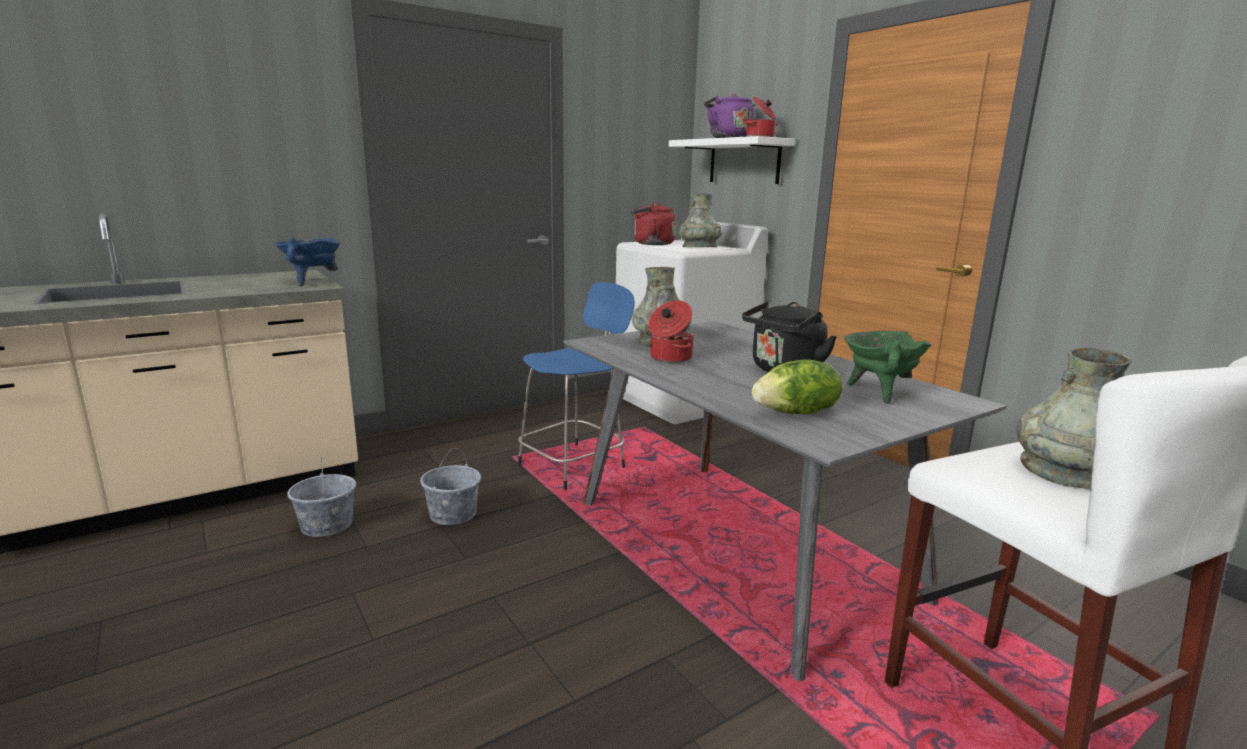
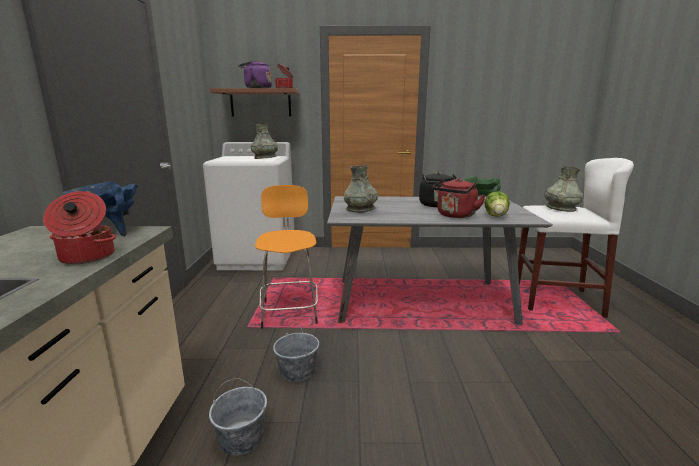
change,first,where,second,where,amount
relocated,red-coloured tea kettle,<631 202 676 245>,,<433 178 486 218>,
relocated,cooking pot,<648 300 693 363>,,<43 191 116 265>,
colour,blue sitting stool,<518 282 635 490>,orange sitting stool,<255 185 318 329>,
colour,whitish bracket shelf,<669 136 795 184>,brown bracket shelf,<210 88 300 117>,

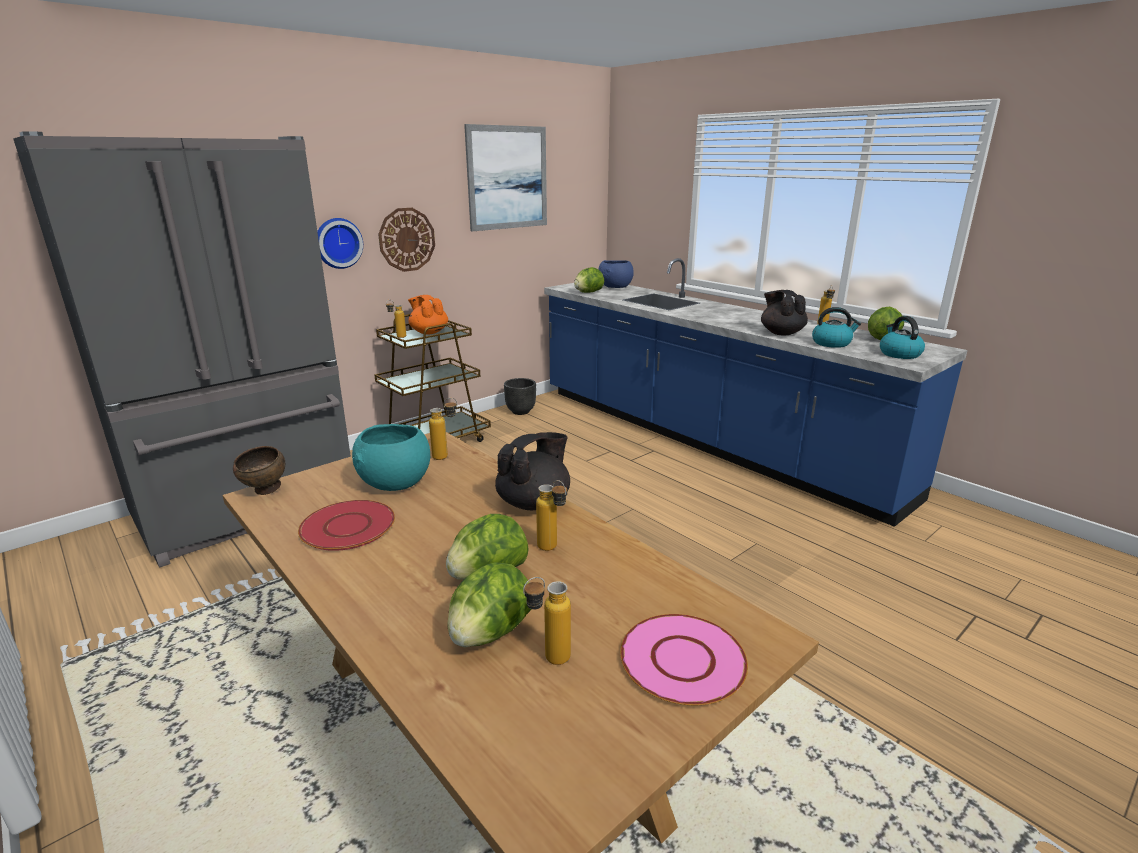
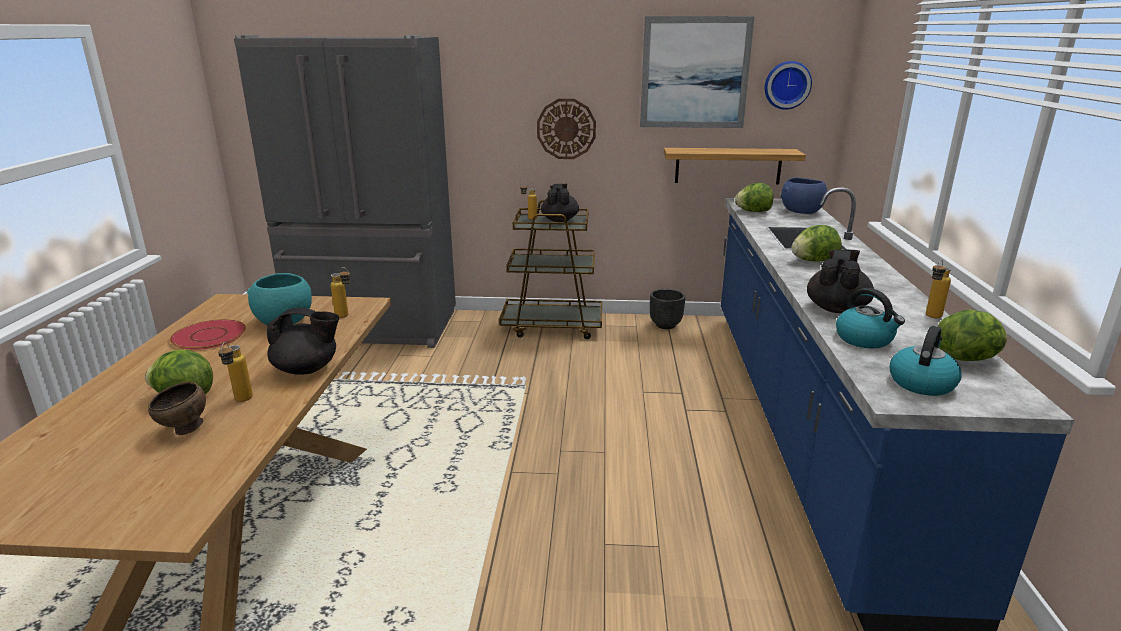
change,first,where,second,where,amount
missing,drink bottle,<523 577 571 665>,,,
missing,pink flat dish,<620 614 748 705>,,,
appeared,,,bracket shelf,<664 148 806 184>,
relocated,brown deep dish,<233 446 285 495>,,<148 382 206 435>,
relocated,hanging clock,<317 218 363 269>,,<765 61 812 110>,
relocated,lettuce,<447 562 532 648>,,<791 225 842 262>,
colour,orange tea pot,<408 295 448 334>,black tea pot,<541 184 579 222>,

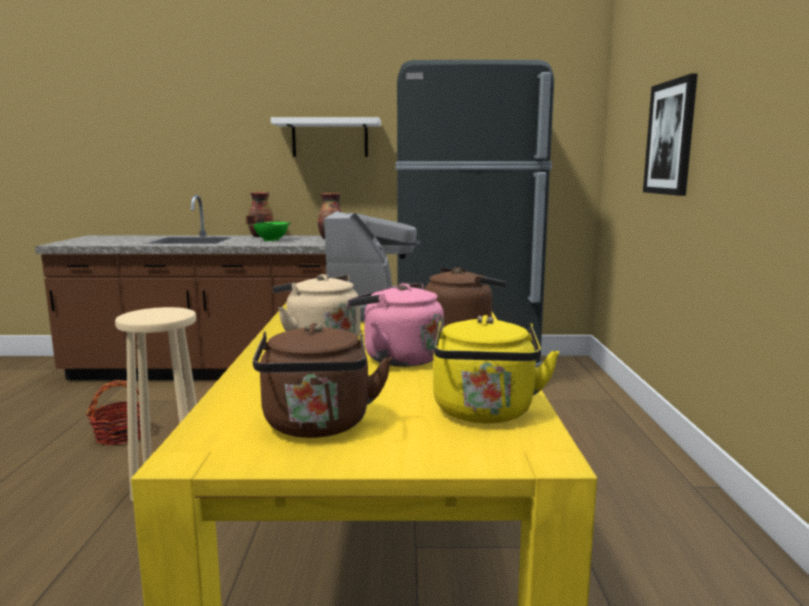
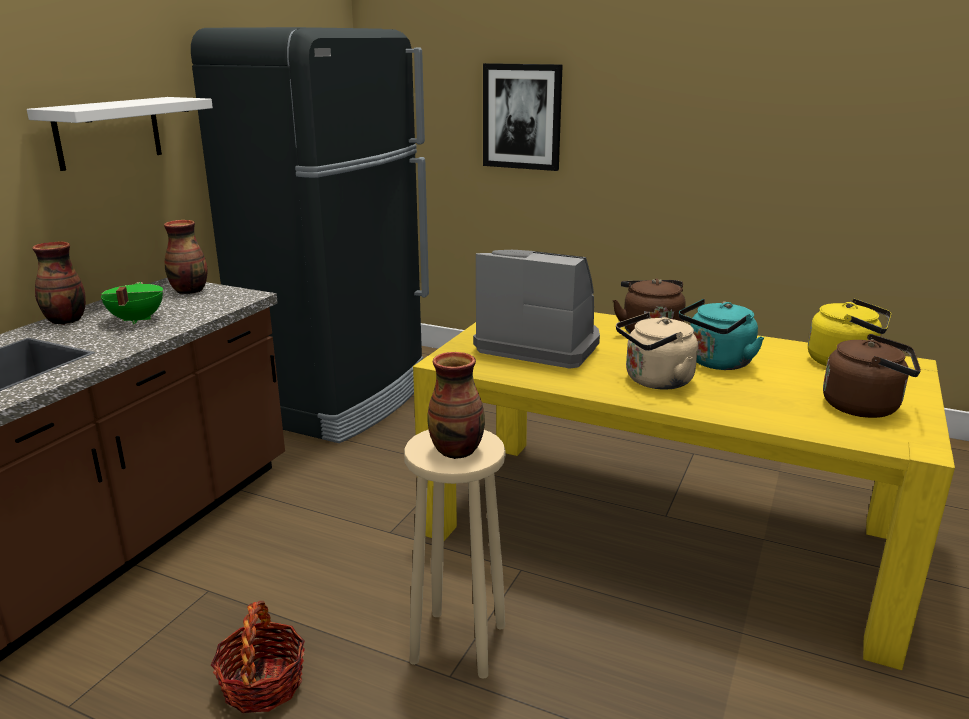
change,first,where,second,where,amount
appeared,,,decorative vase,<427 352 485 459>,
colour,pink tea kettle,<348 283 444 367>,turquoise tea kettle,<679 299 764 370>,

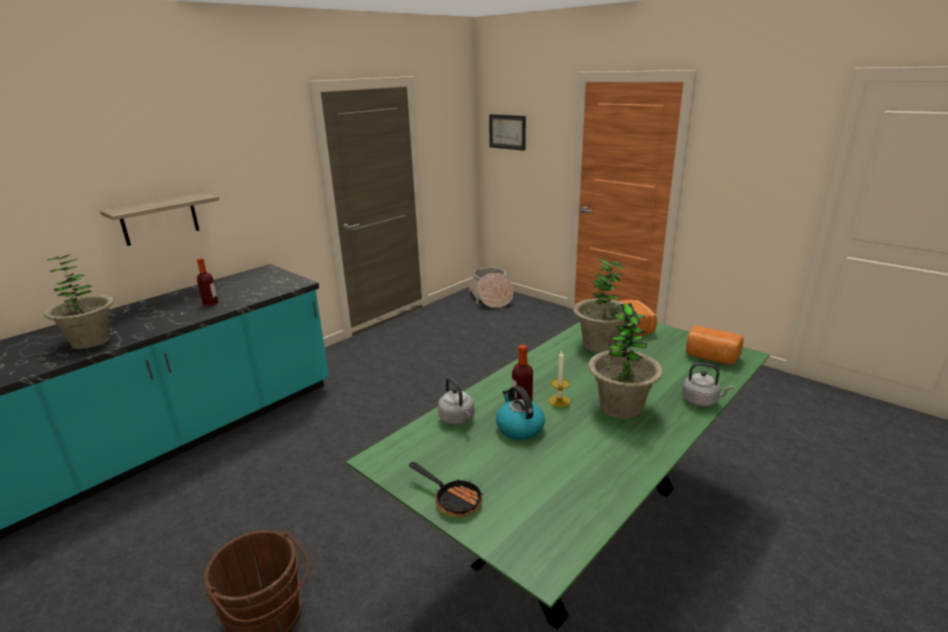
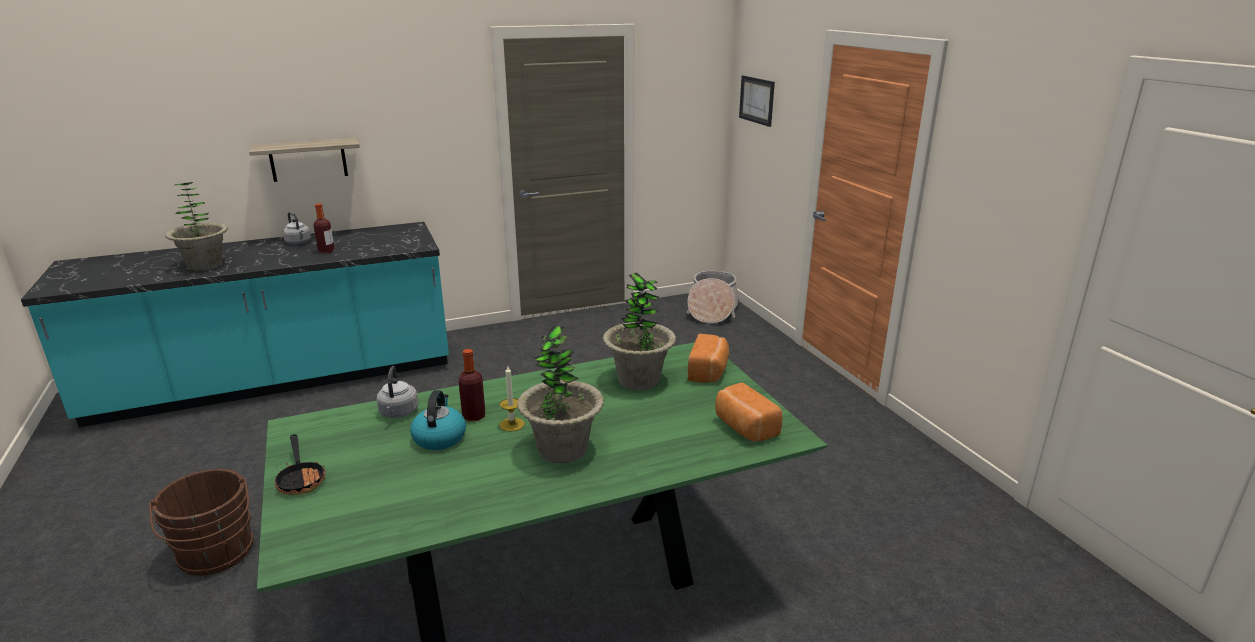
change,first,where,second,where,amount
relocated,grey tea kettle,<682 363 733 407>,,<283 212 311 244>,

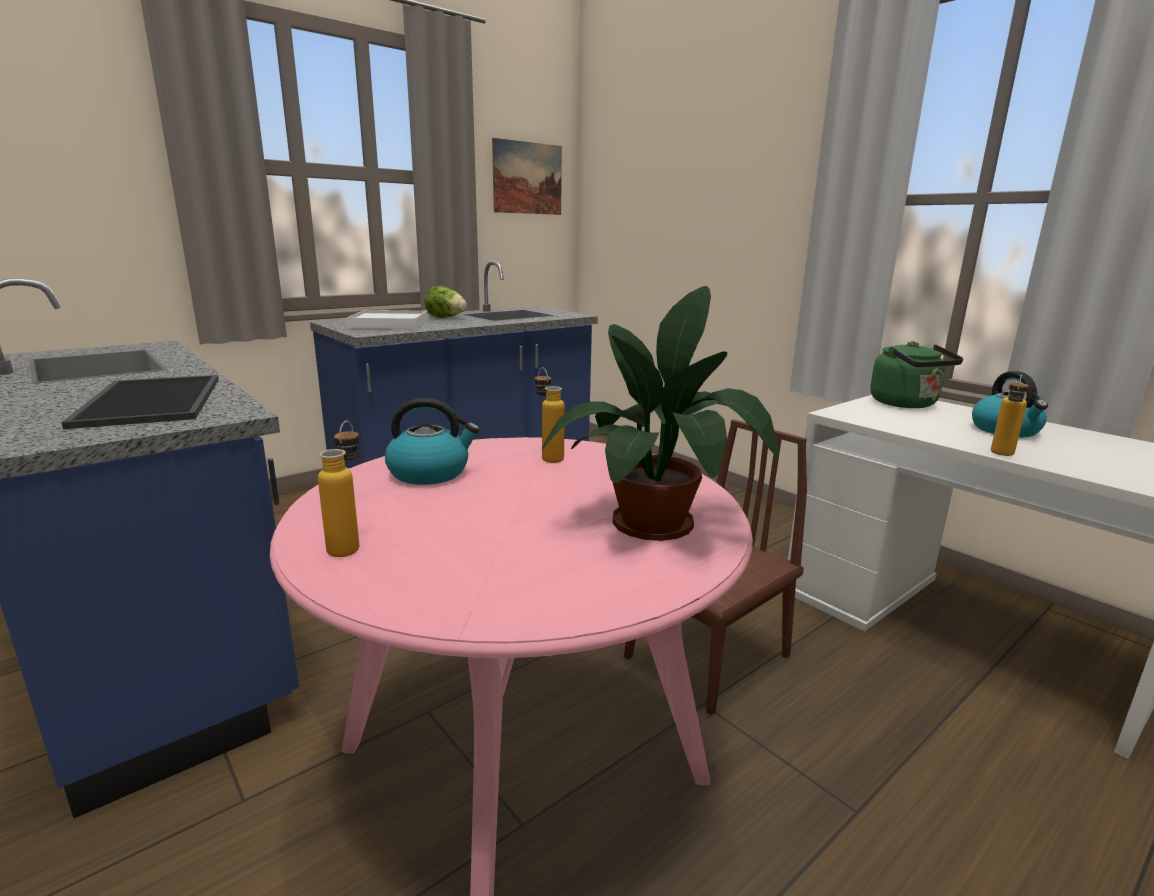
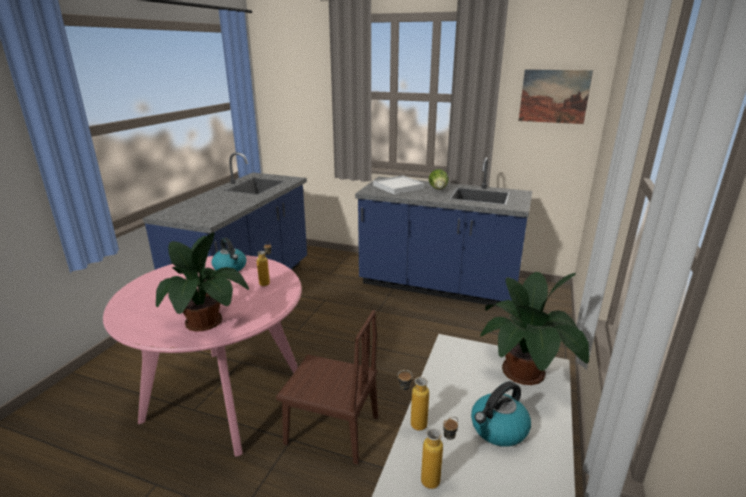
change,first,where,second,where,amount
missing,serving tray,<61 375 219 429>,,,
relocated,drink bottle,<318 420 360 557>,,<421 417 458 489>,
exchanged,greenish tea kettle,<870 341 963 408>,houseplant,<480 272 589 385>,

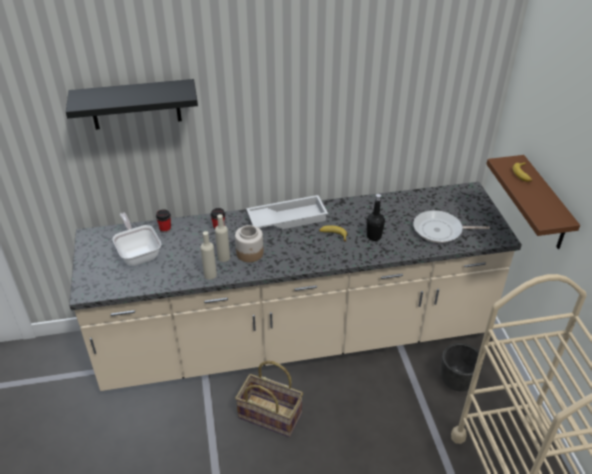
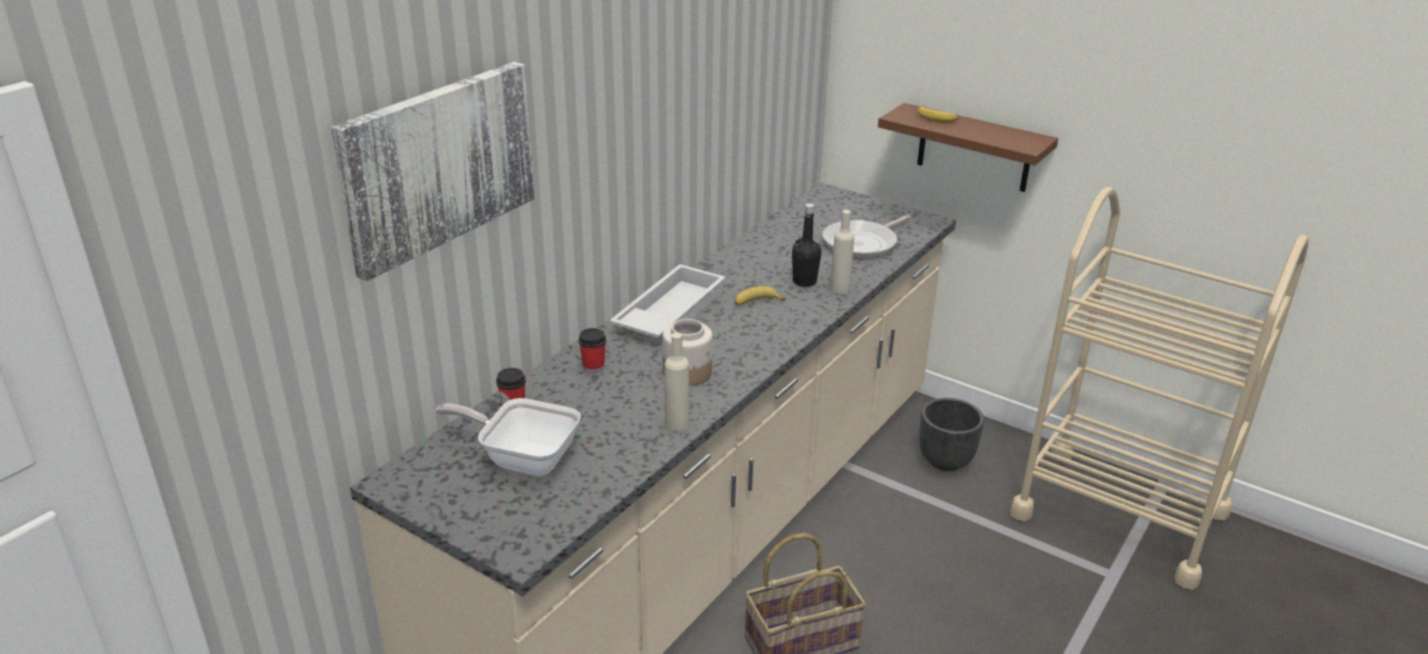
change,first,where,second,where,amount
relocated,beige drink bottle,<215 214 230 262>,,<830 210 854 293>,
exchanged,black bracket shelf,<66 79 198 130>,wall picture,<331 62 535 281>,

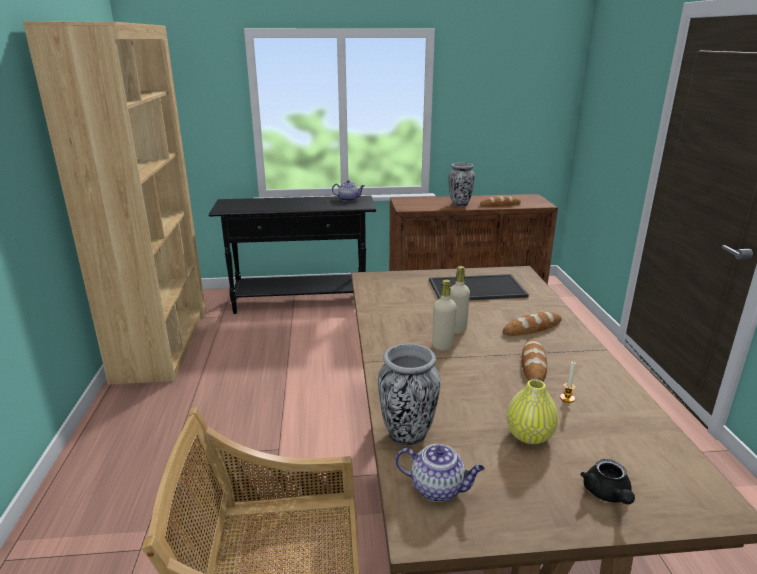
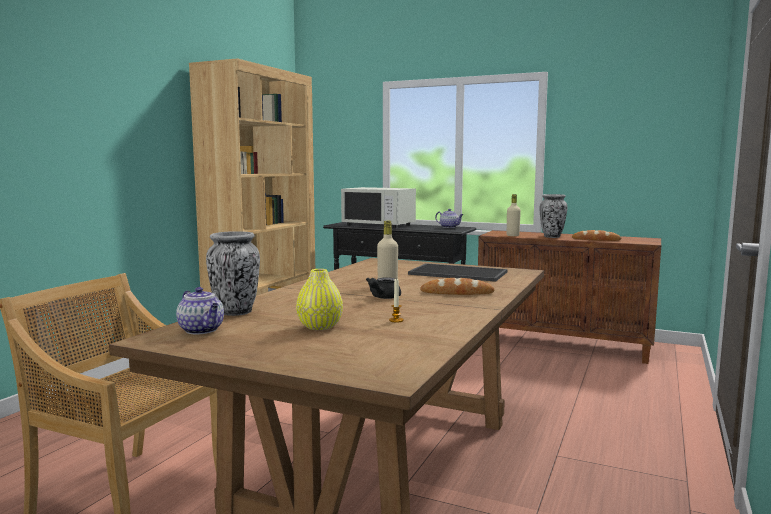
change,first,where,second,where,amount
missing,bakery bread,<522 339 547 382>,,,
appeared,,,whitish microwave oven,<341 187 416 228>,
relocated,beige drink bottle,<432 280 457 351>,,<507 194 521 236>,
relocated,black tea pot,<581 459 635 505>,,<366 277 401 299>,

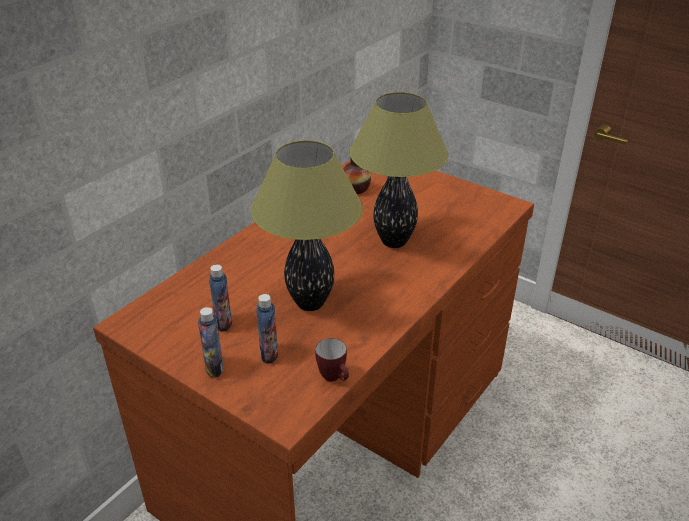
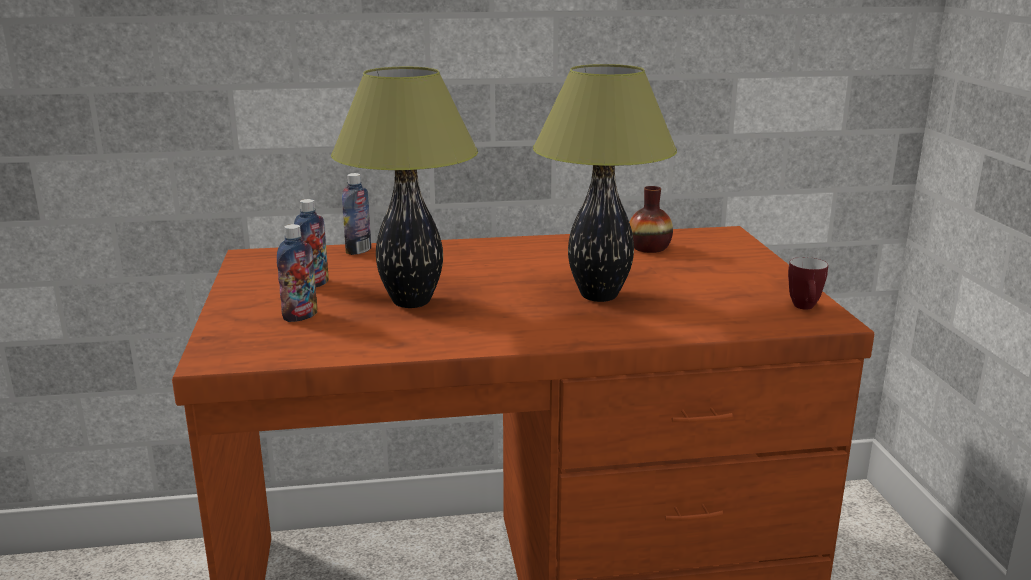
change,first,where,second,where,amount
relocated,drink bottle,<198 307 224 378>,,<342 173 371 255>,
relocated,tea mug,<315 338 349 382>,,<788 257 828 310>,

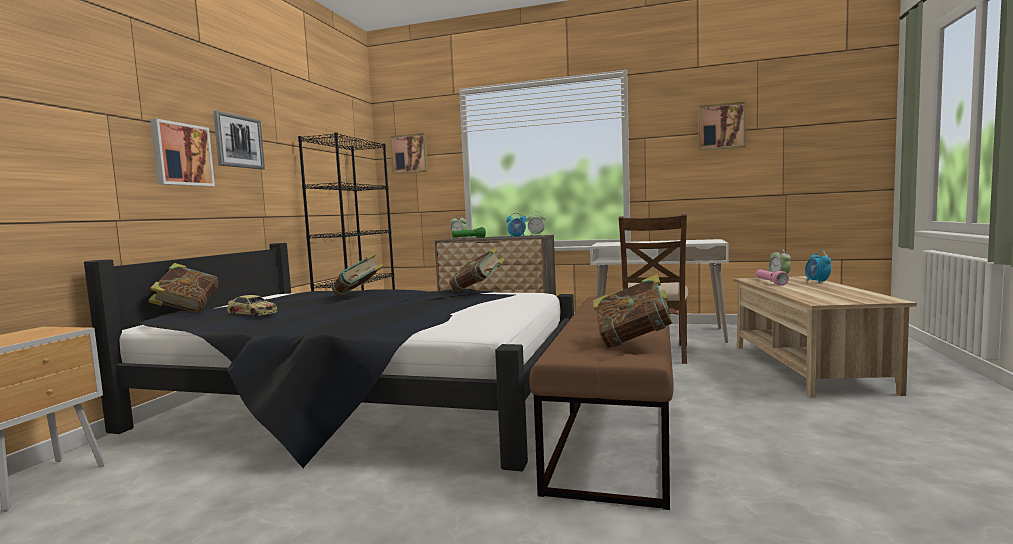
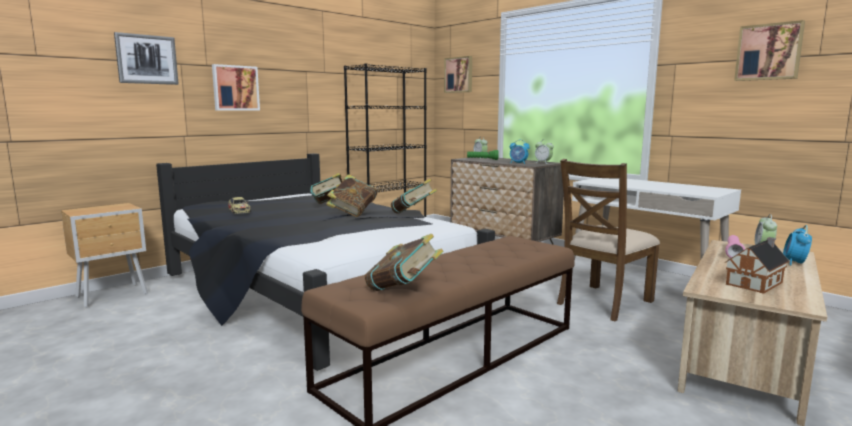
change,first,where,second,where,amount
appeared,,,model house,<725 237 790 294>,
relocated,book,<148 263 219 313>,,<326 174 377 217>,
relocated,wall picture,<213 110 265 169>,,<114 32 179 85>,

